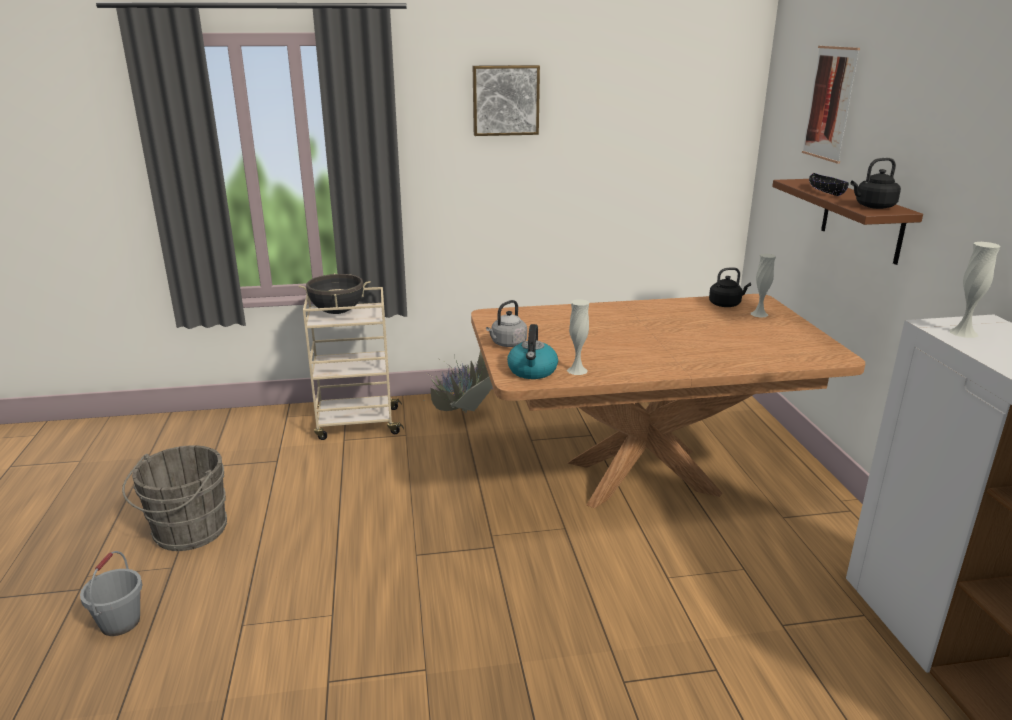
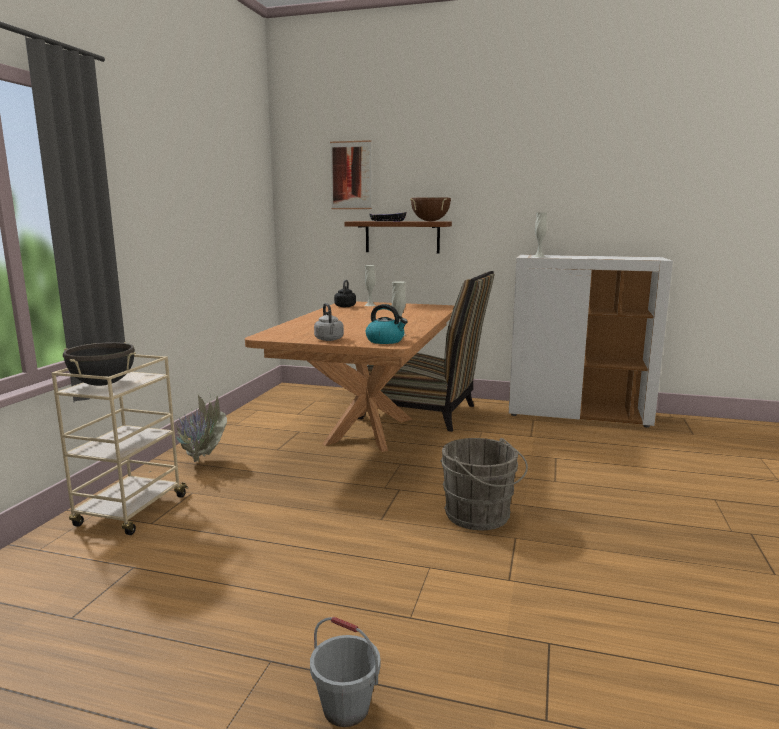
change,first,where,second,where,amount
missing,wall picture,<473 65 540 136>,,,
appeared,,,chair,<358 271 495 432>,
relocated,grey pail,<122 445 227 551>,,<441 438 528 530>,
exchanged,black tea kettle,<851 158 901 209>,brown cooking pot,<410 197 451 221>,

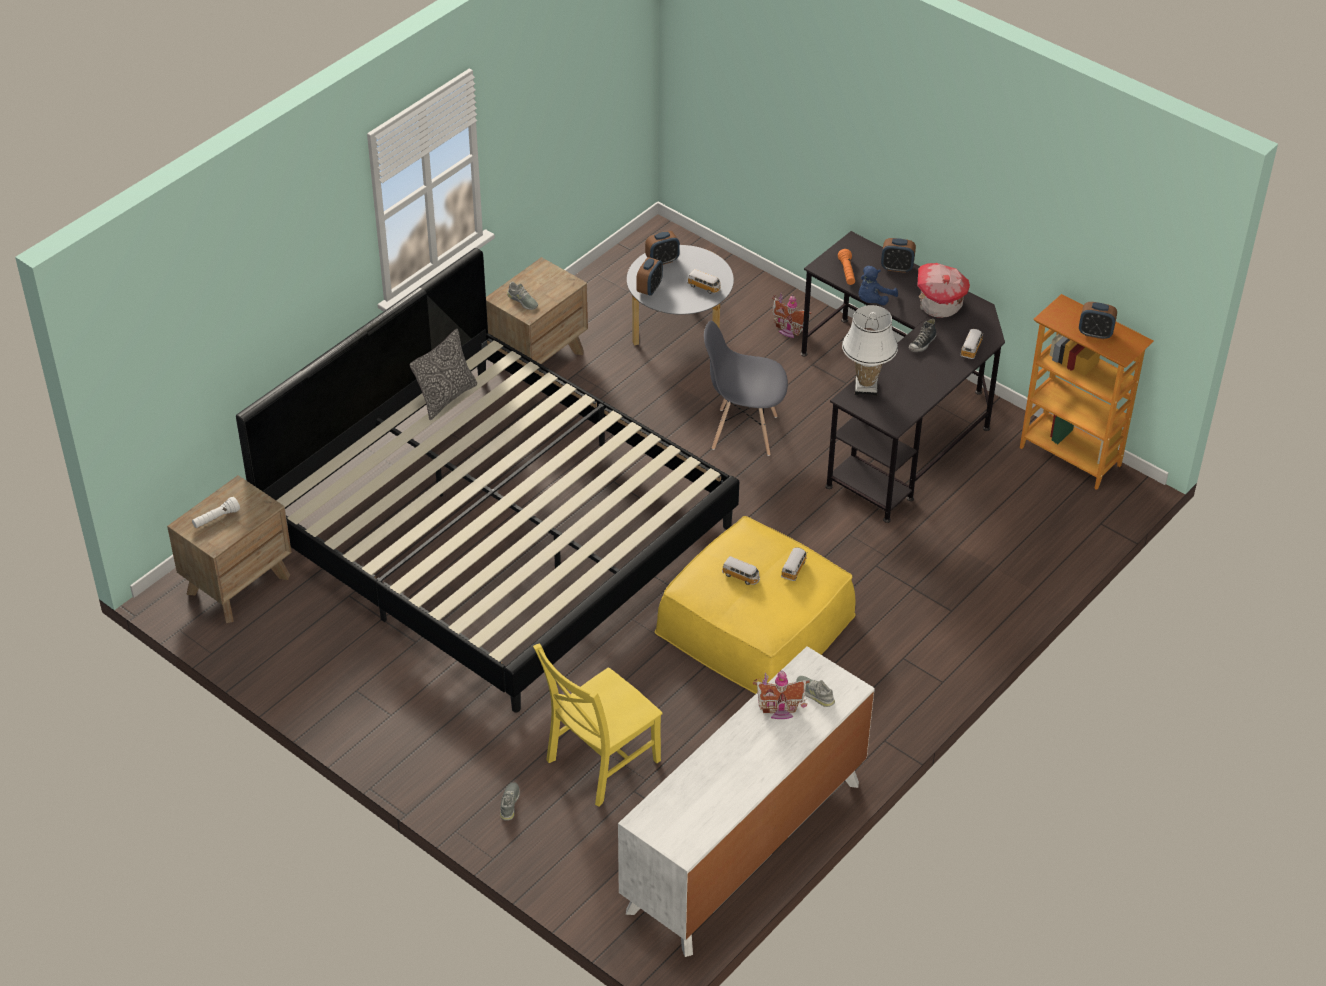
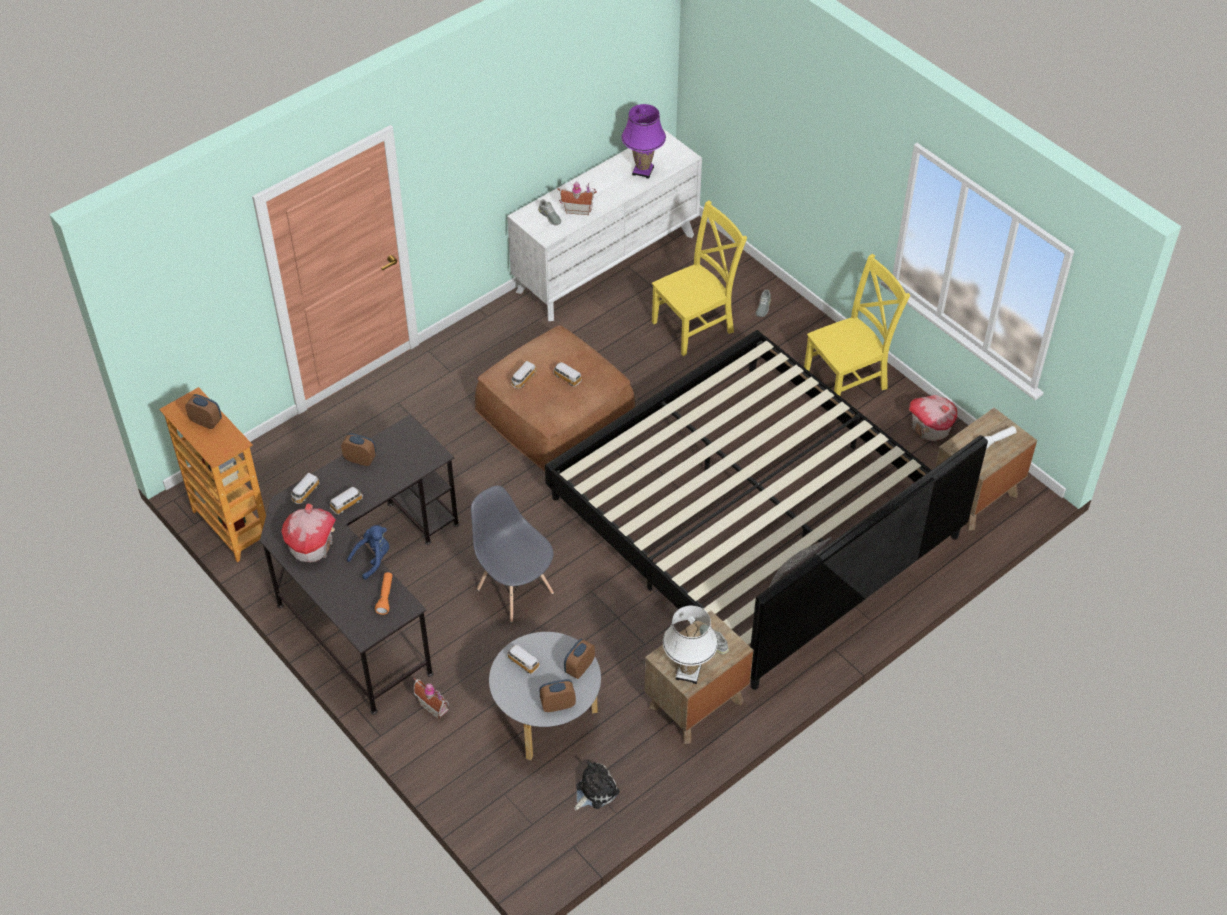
change,first,where,second,where,amount
appeared,,,cuddly toy,<574 761 620 810>,
appeared,,,purplish tabletop lamp,<622 104 666 179>,
appeared,,,yellow-coloured chair,<804 254 910 396>,
appeared,,,model house,<909 395 957 441>,
relocated,whitish tabletop lamp,<842 305 898 396>,,<663 606 718 684>,
relocated,bedside clock,<881 238 916 273>,,<341 433 376 466>,
exchanged,low shoe,<909 319 937 352>,toy car,<330 487 363 515>,
colour,yellow-coloured ottoman,<655 516 856 694>,brown ottoman,<475 326 635 472>,
spun,grey chair,<704 321 788 456>,,<471 485 554 622>,150 degrees counterclockwise

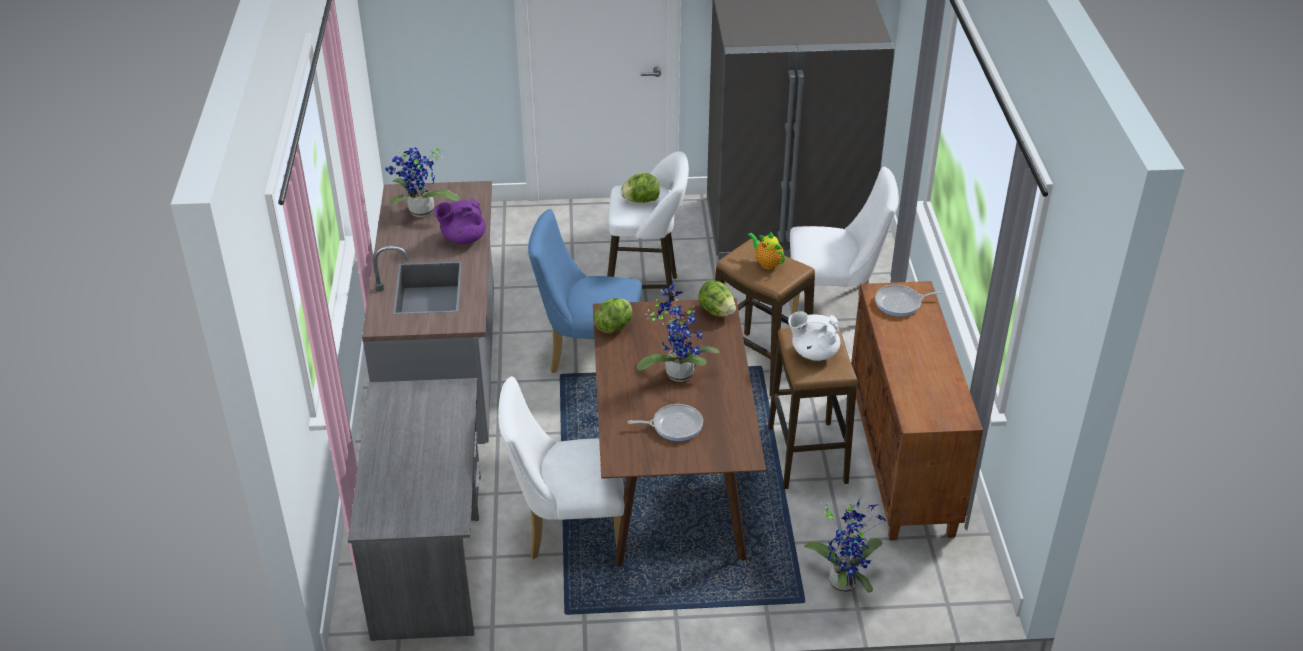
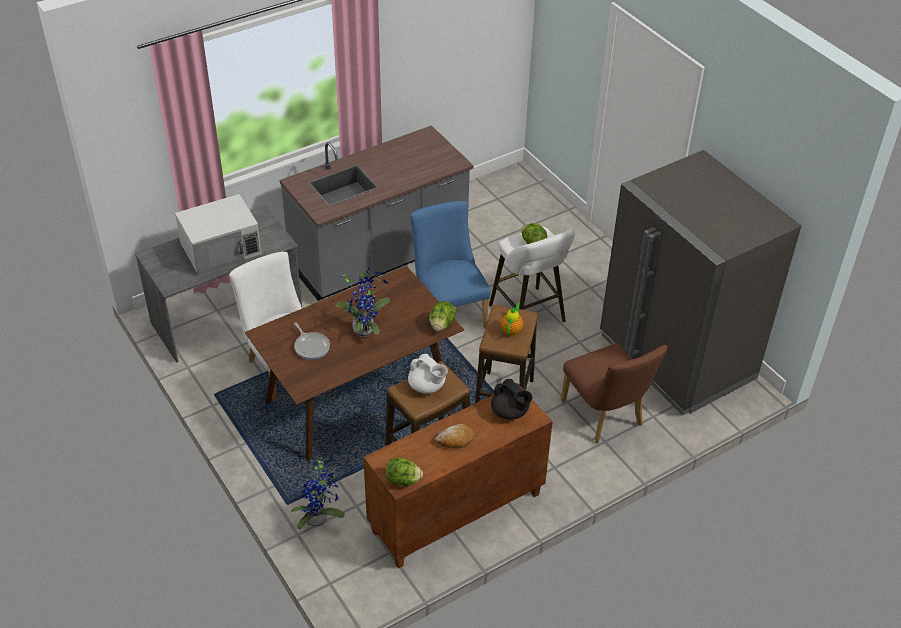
change,first,where,second,where,amount
missing,houseplant,<385 147 460 217>,,,
missing,purplish tea pot,<434 199 486 244>,,,
appeared,,,whitish microwave oven,<175 194 262 276>,
appeared,,,bakery bread,<435 424 474 448>,
relocated,lettuce,<594 298 633 333>,,<386 458 423 486>,
exchanged,pan,<875 285 943 316>,black tea pot,<491 379 533 420>,
colour,whitish chair,<790 167 899 314>,brown chair,<561 343 668 443>,
spun,whitish tea pot,<788 312 840 361>,,<408 354 448 393>,150 degrees clockwise

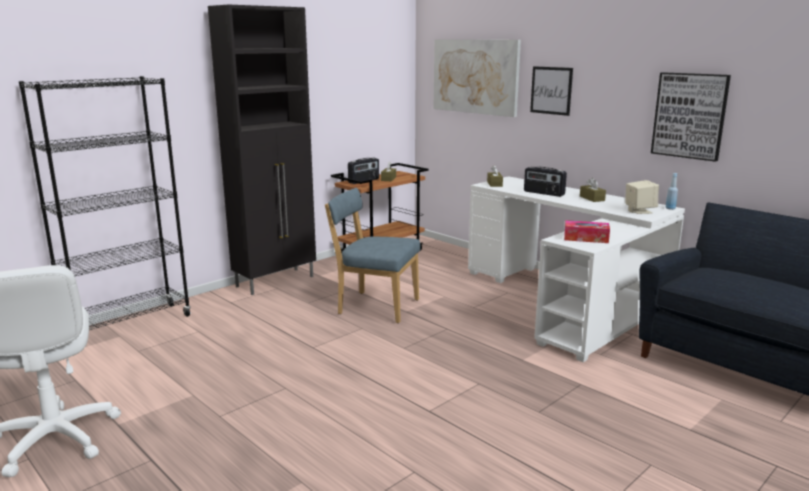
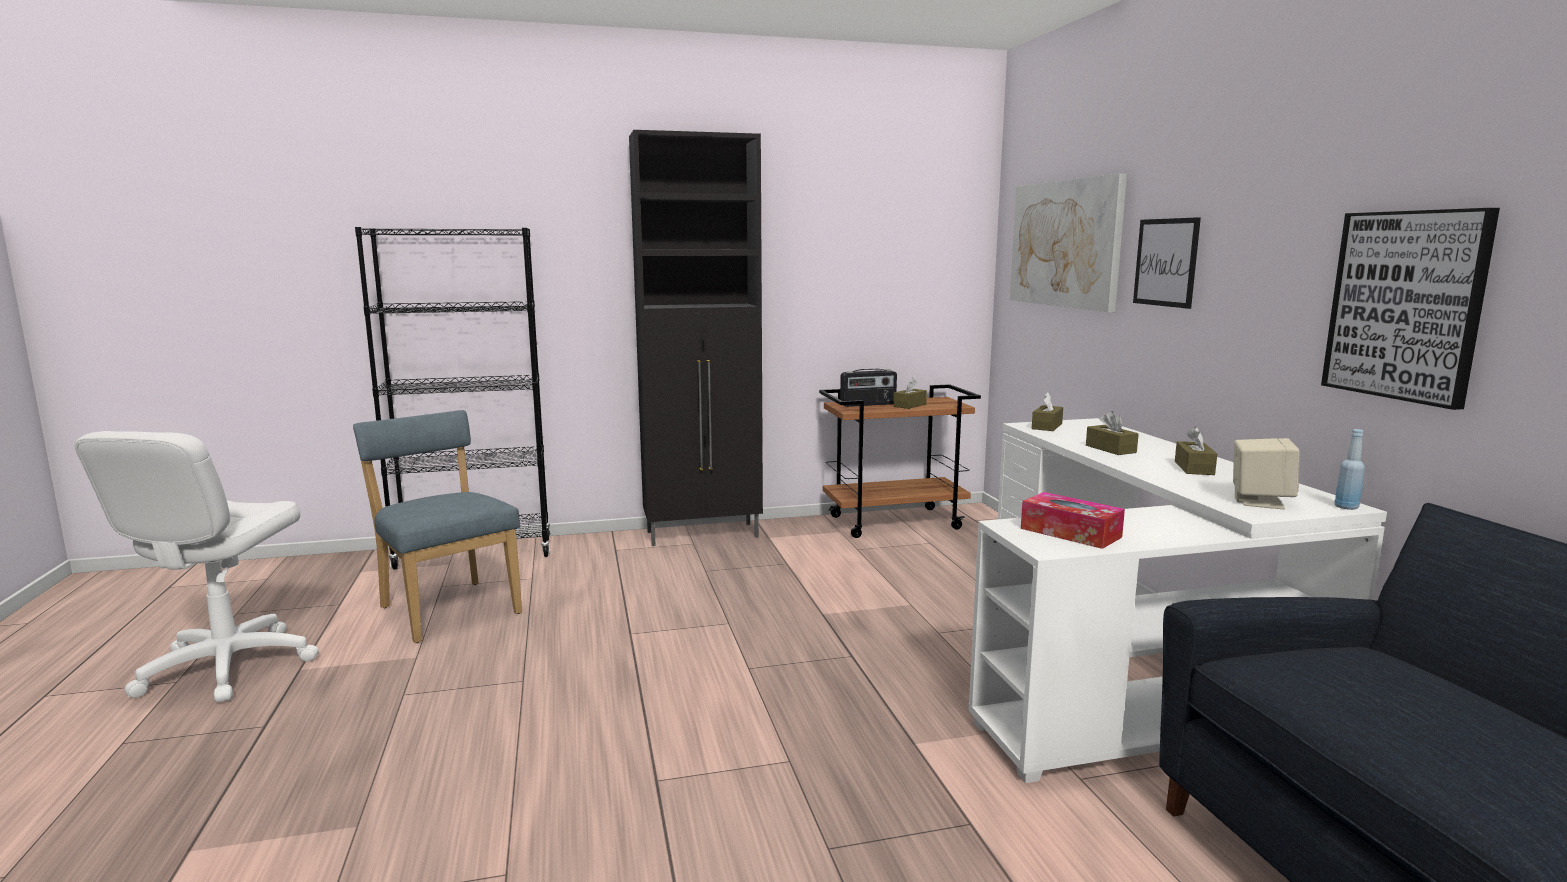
change,first,where,second,where,amount
relocated,blue chair,<325 188 421 323>,,<353 410 522 643>,
exchanged,radio receiver,<524 167 567 197>,brown tissue holder,<1086 411 1139 455>,

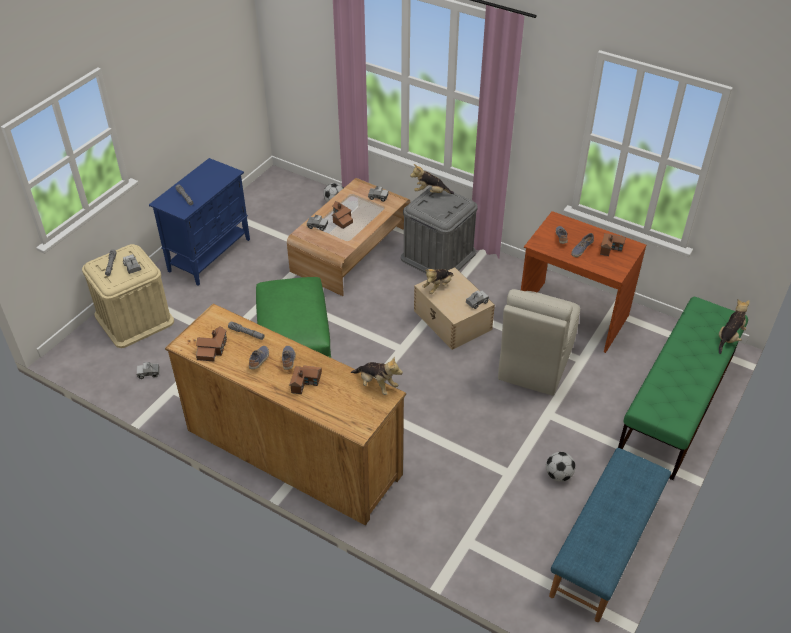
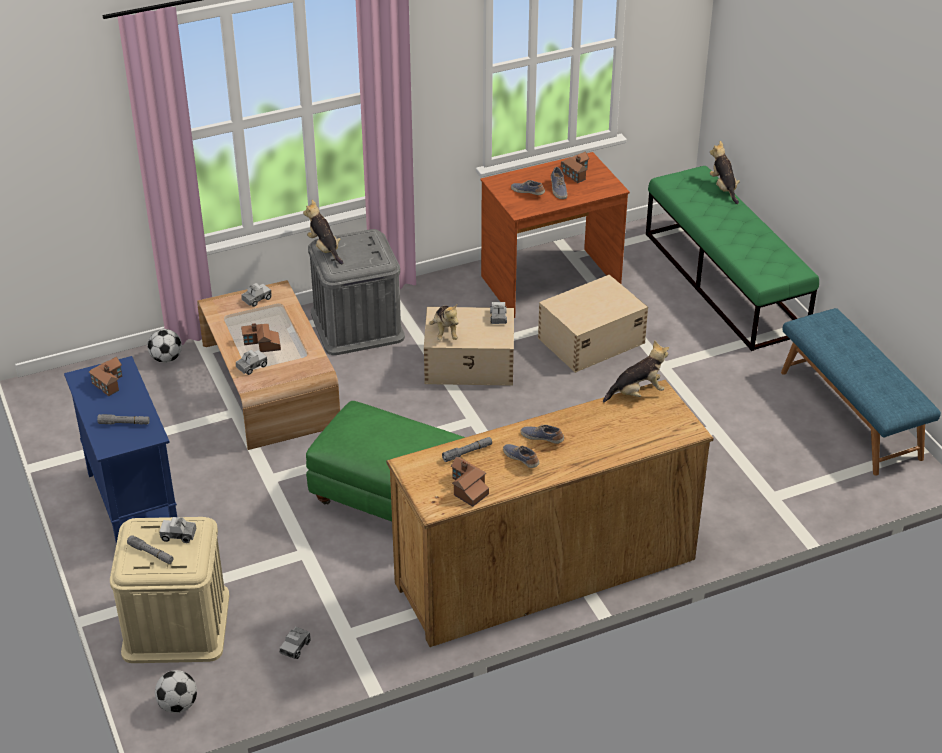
change,first,where,second,where,amount
relocated,model house,<289 366 322 394>,,<89 356 122 396>,
relocated,football,<546 452 576 482>,,<155 670 197 713>,
exchanged,beige chair,<498 289 580 396>,beige storage box,<538 275 648 373>,
spun,cuddly toy,<410 164 454 194>,,<303 200 343 264>,105 degrees clockwise

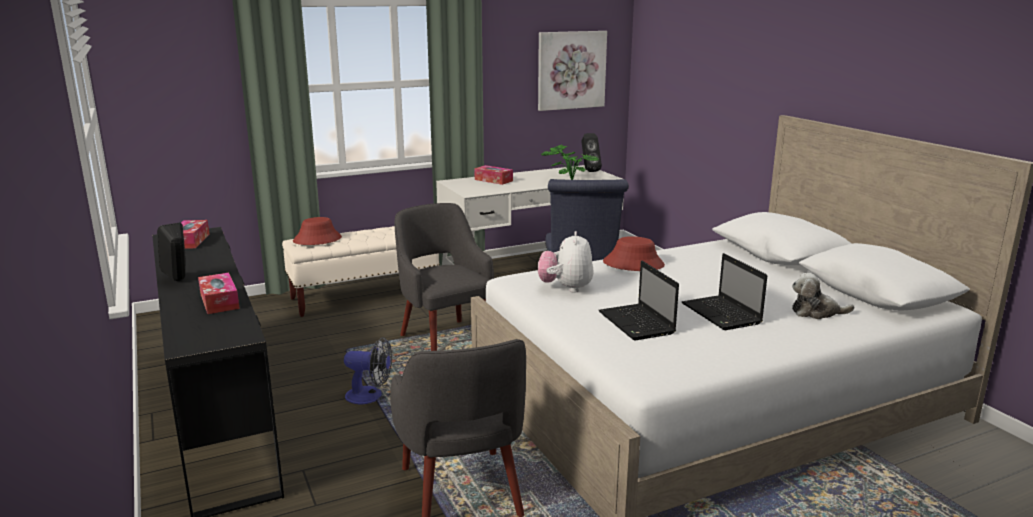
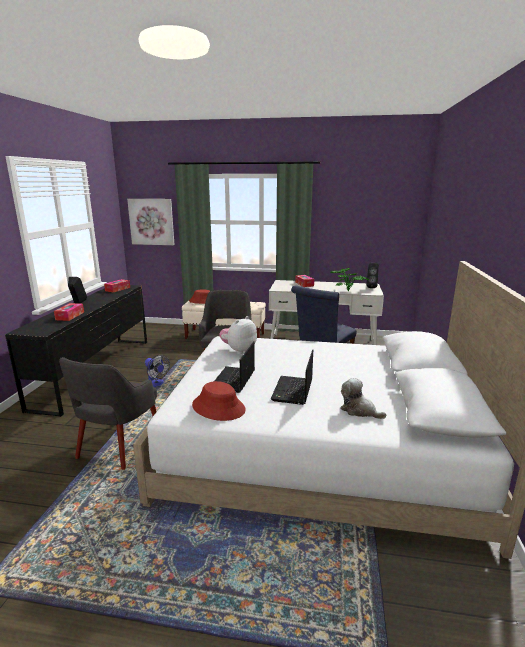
change,first,where,second,where,amount
relocated,wall picture,<538 31 607 111>,,<127 199 174 245>,
relocated,red-coloured wearable hat,<603 236 665 271>,,<192 381 246 421>,

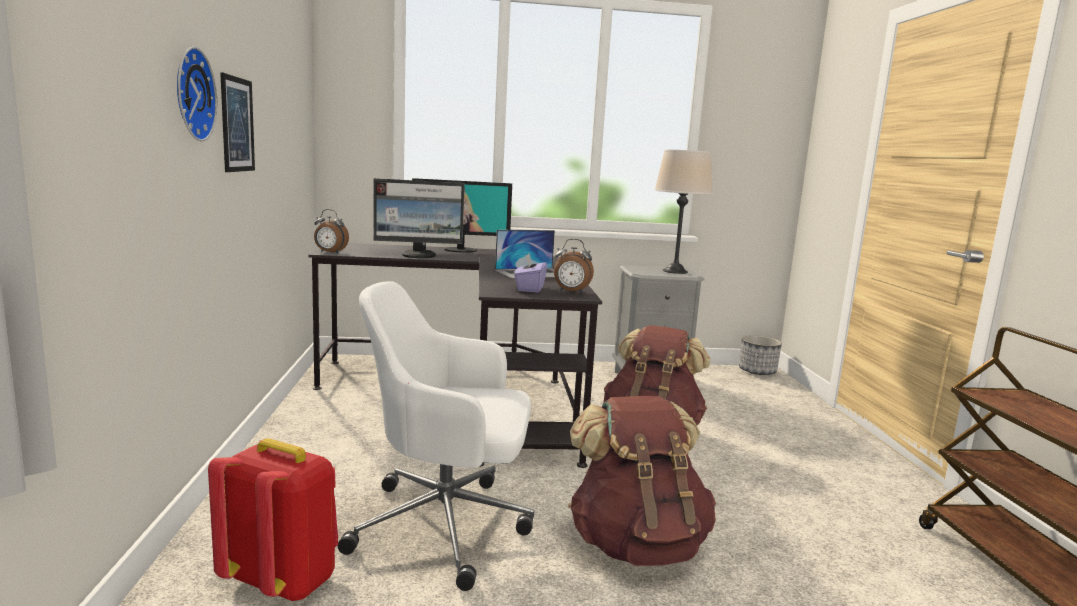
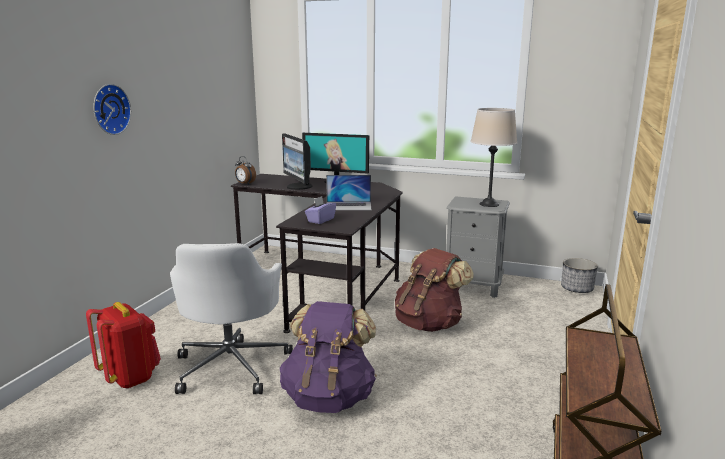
change,first,where,second,where,amount
missing,wall picture,<220 72 255 172>,,,
missing,bedside clock,<554 239 594 294>,,,
colour,brown rucksack,<568 396 716 566>,purplish rucksack,<280 301 377 413>,
spun,whitish office chair,<338 281 534 591>,,<170 243 293 394>,120 degrees counterclockwise
spun,computer screen,<373 178 465 258>,,<282 134 313 190>,45 degrees clockwise

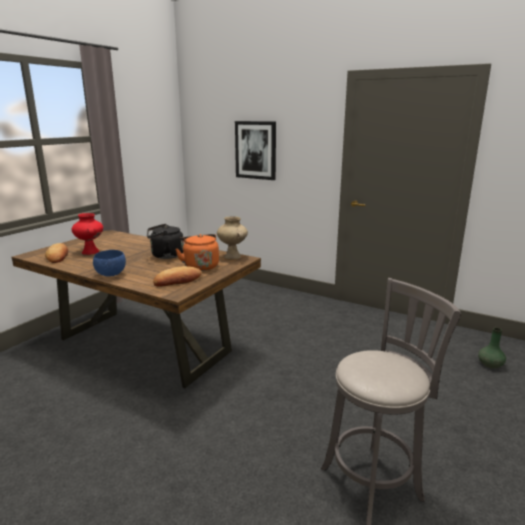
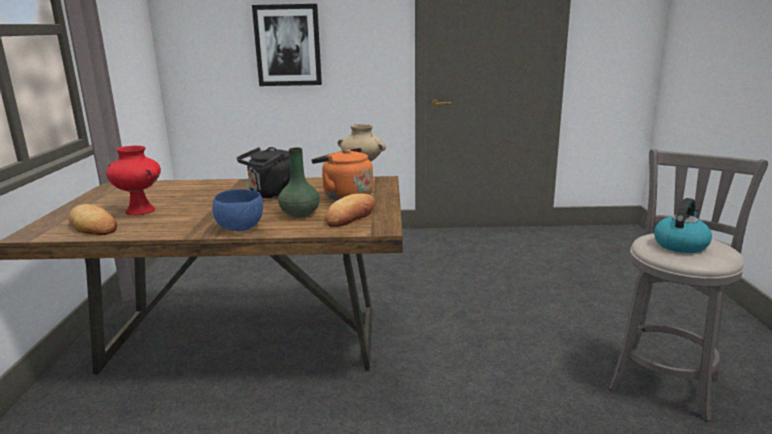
change,first,where,second,where,amount
appeared,,,tea kettle,<654 198 712 253>,
relocated,greenish decorative vase,<478 328 506 369>,,<278 147 320 218>,

